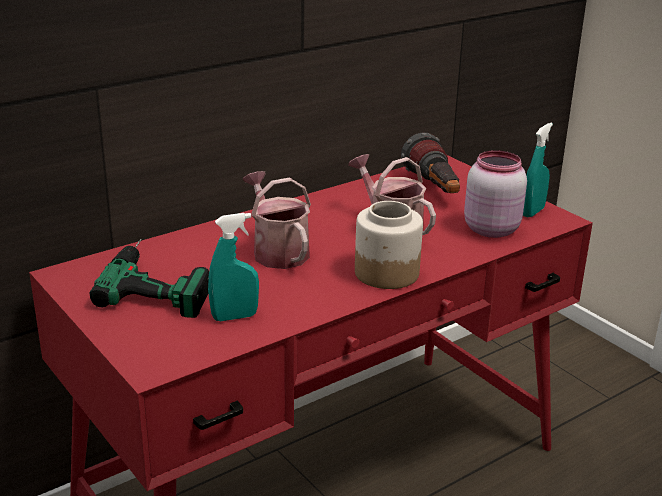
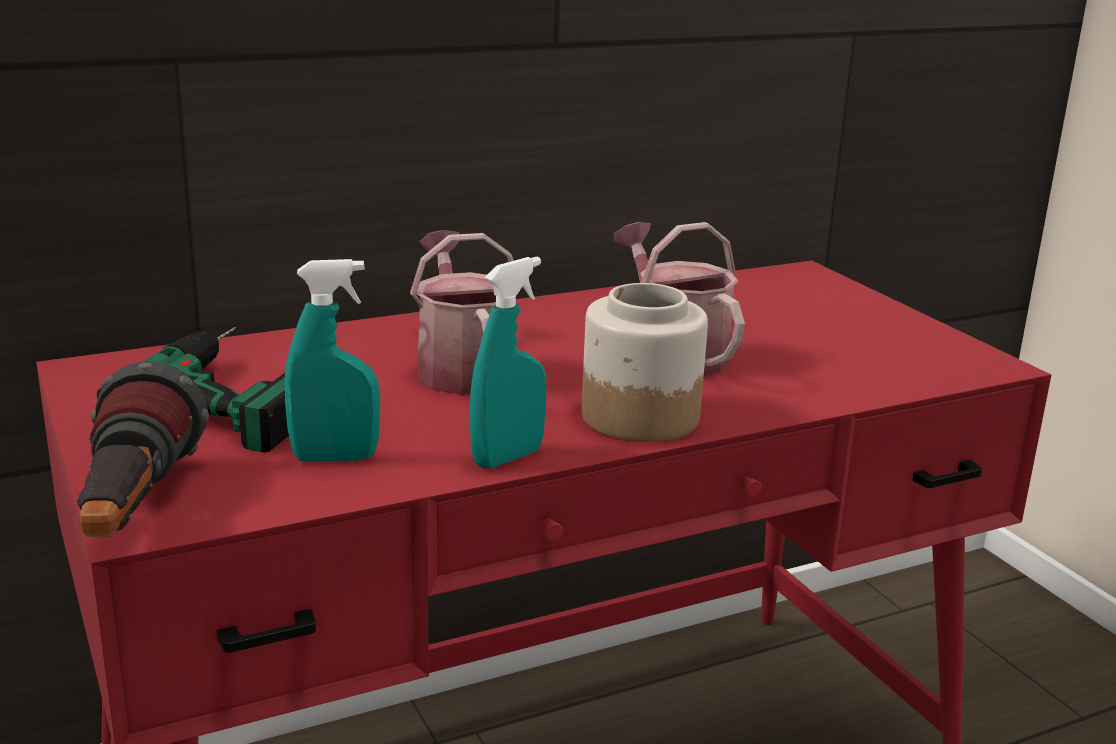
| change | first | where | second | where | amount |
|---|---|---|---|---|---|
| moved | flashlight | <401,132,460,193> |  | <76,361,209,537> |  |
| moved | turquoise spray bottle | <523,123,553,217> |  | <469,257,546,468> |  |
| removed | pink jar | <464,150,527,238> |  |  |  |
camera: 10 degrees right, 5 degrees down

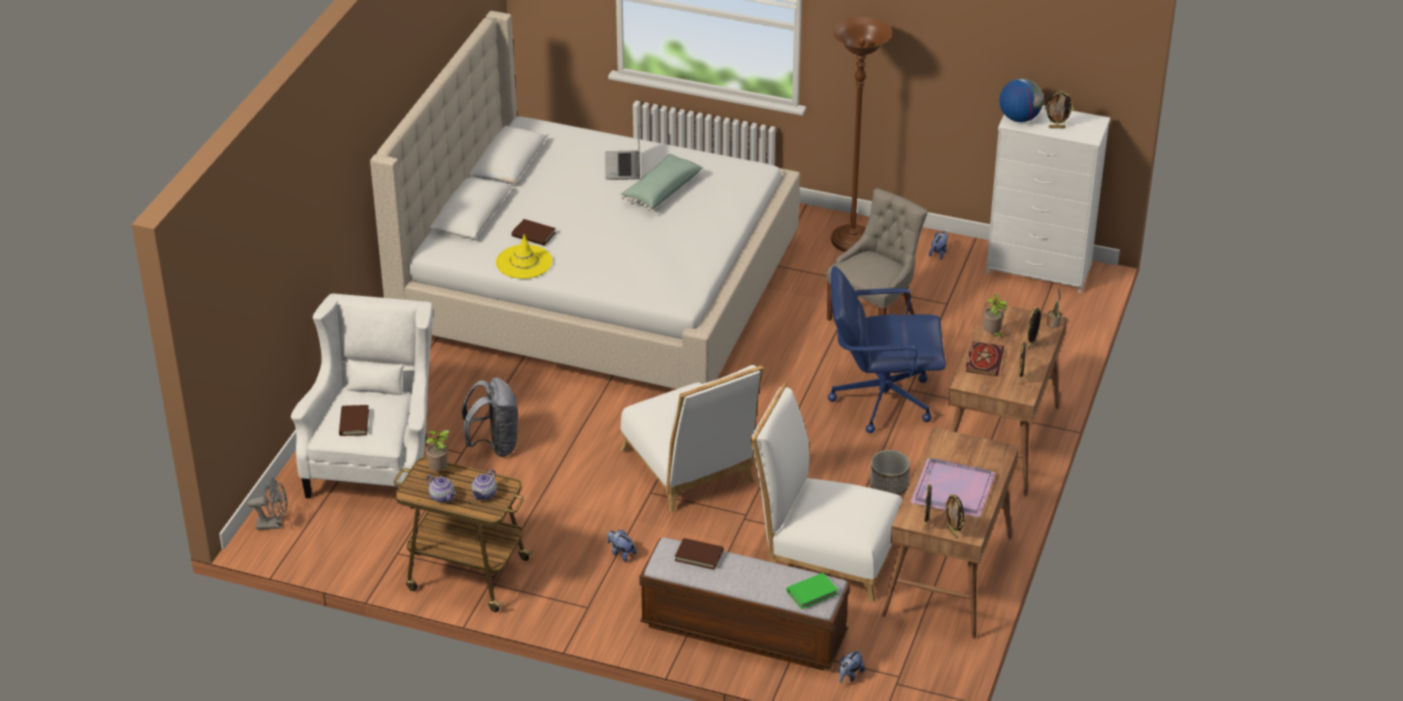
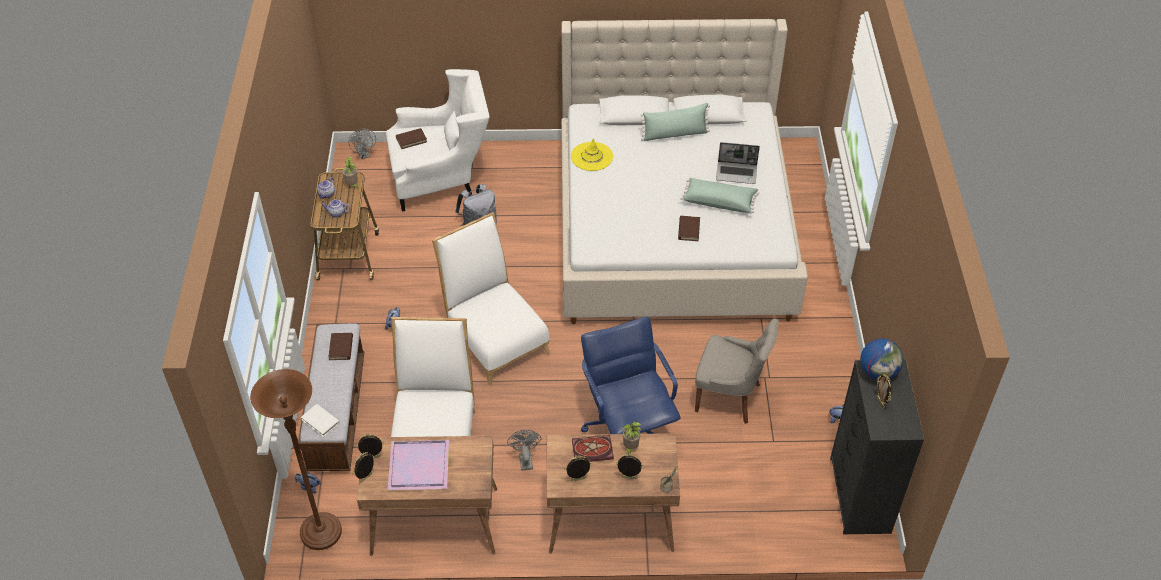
| change | first | where | second | where | amount |
|---|---|---|---|---|---|
| moved | brown floor lamp | <831,17,892,252> |  | <250,369,342,550> |  |
| recoloured | green book | <786,573,838,609> | white book | <301,404,340,437> |  |
| turned | white chair | <620,365,764,513> |  | <432,212,551,386> | 105 degrees clockwise |
| replaced | planter | <870,450,910,495> | grey fan | <507,430,542,471> |  |
| added |  |  | green pillow | <640,103,710,141> |  |
| moved | brown book | <512,219,556,246> |  | <678,216,700,241> |  |
| turned | laptop | <605,124,640,180> |  | <716,142,760,184> | 150 degrees counterclockwise |
| recoloured | white dresser | <986,105,1110,293> | black dresser | <830,360,924,534> |  |
camera: 70 degrees right, 10 degrees up

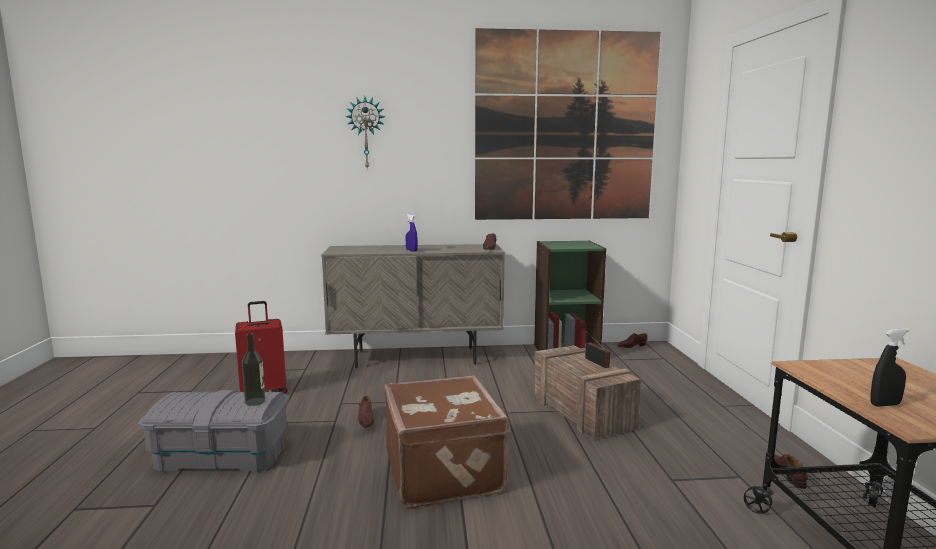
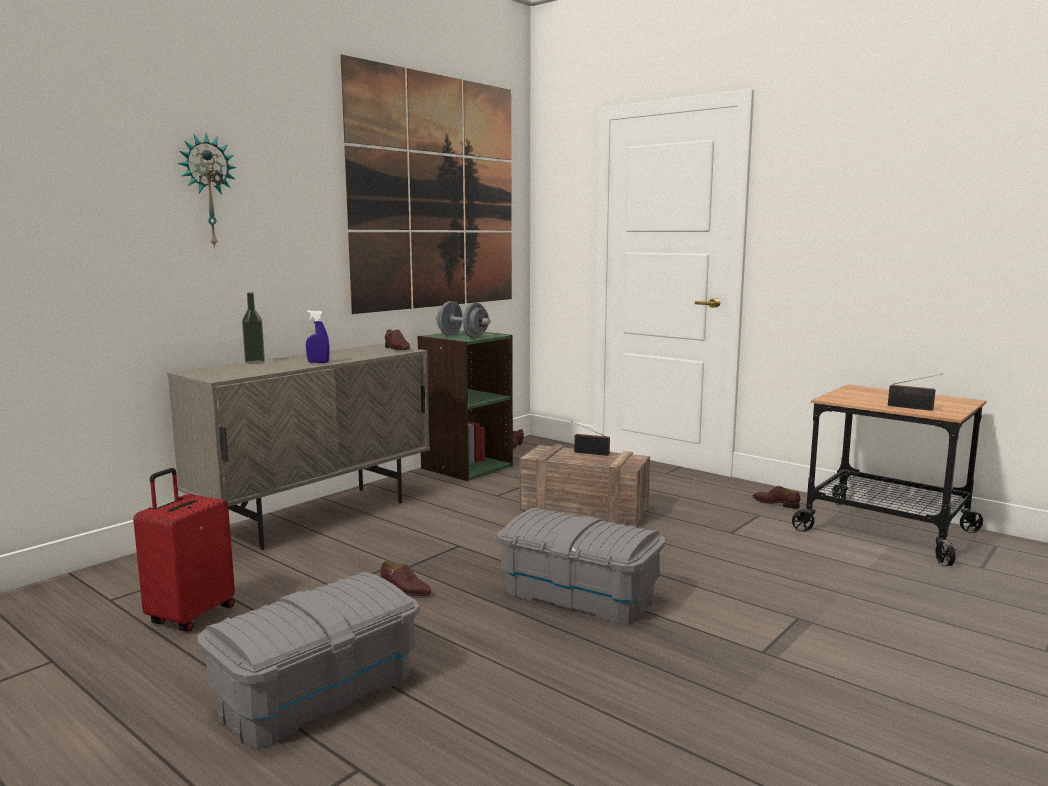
| change | first | where | second | where | amount |
|---|---|---|---|---|---|
| moved | bottle | <242,333,265,406> |  | <242,293,265,364> |  |
| added |  |  | grey dumbbell | <436,301,491,338> |  |
| replaced | brown suitcase | <384,375,509,507> | grey storage box | <496,508,665,624> |  |
| replaced | black spray bottle | <870,328,909,407> | radio | <888,374,942,411> |  |
camera: 45 degrees left, 0 degrees up

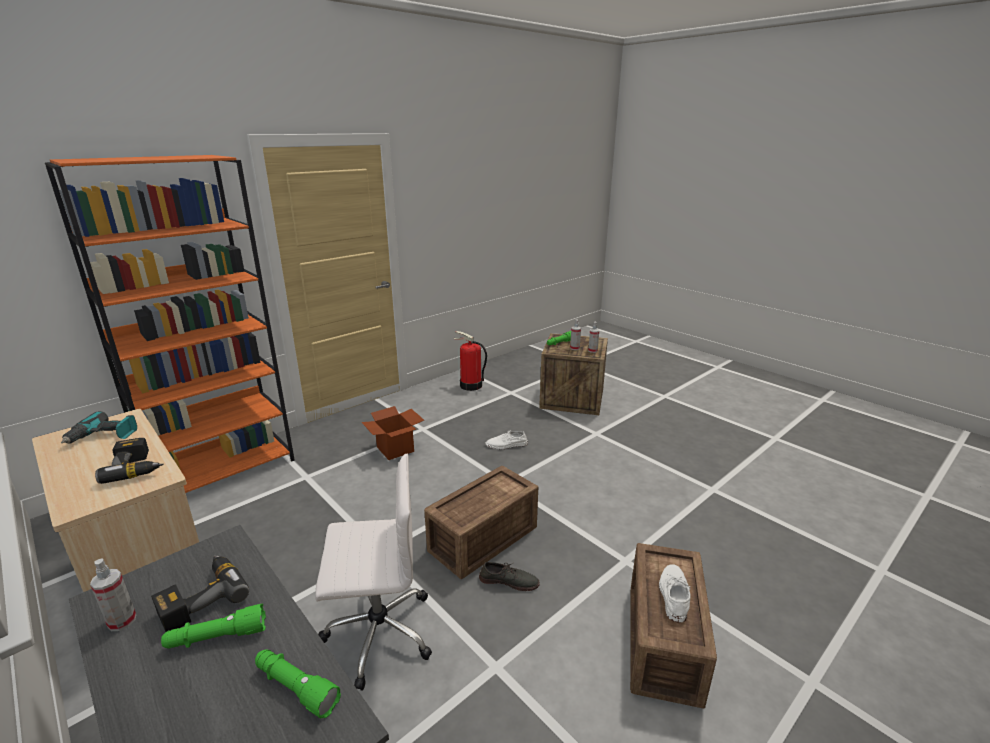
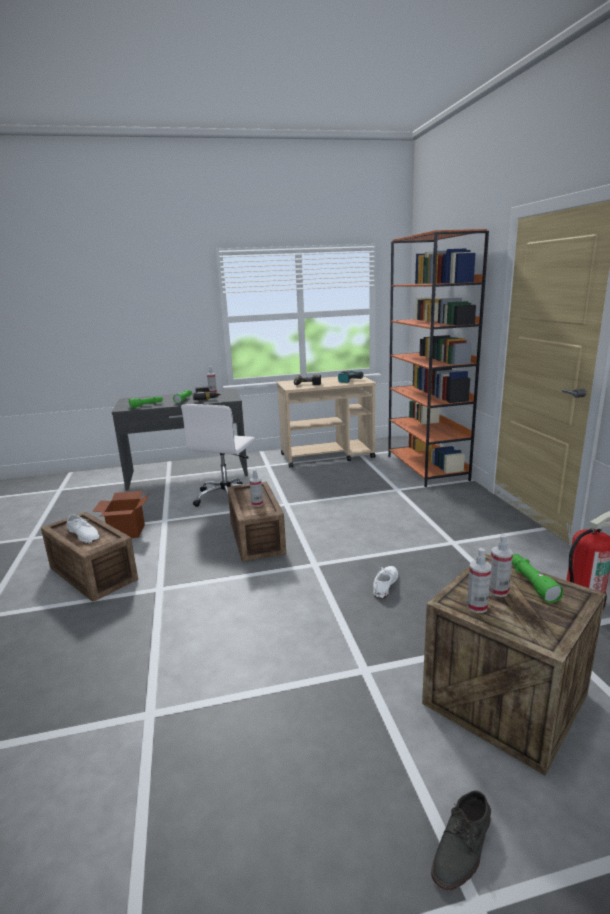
| change | first | where | second | where | amount |
|---|---|---|---|---|---|
| moved | cardboard box | <361,406,424,460> |  | <92,491,149,538> |  |
| added |  |  | spray bottle | <250,469,263,507> |  |
| moved | grey shoe | <479,562,540,591> |  | <431,790,491,890> |  |
camera: 120 degrees right, 5 degrees down

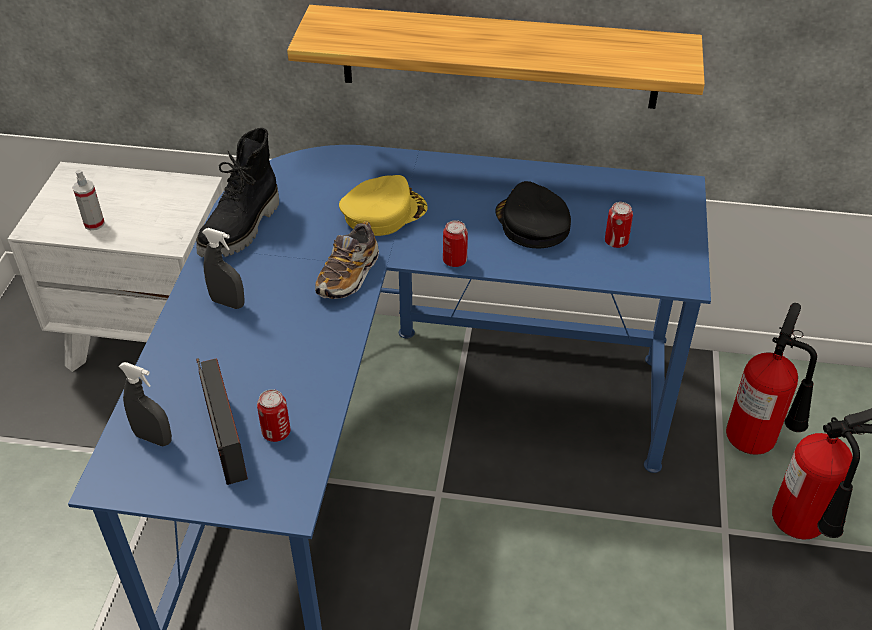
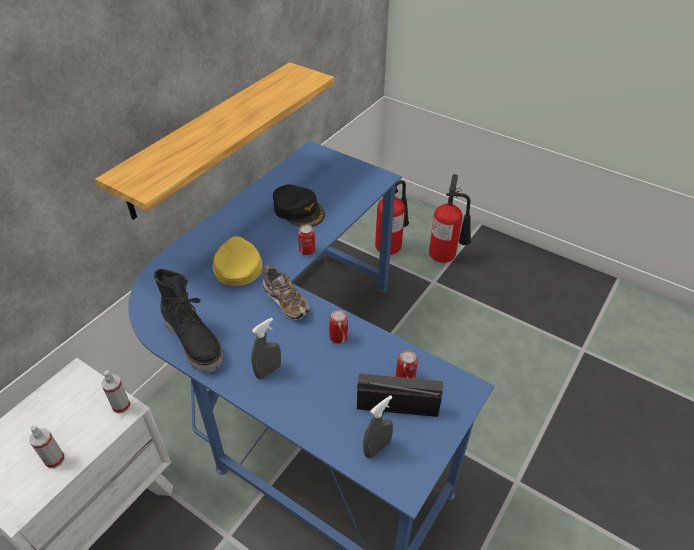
| change | first | where | second | where | amount |
|---|---|---|---|---|---|
| added |  |  | spray bottle | <101,370,131,414> |  |
| turned | black cap | <495,181,571,249> |  | <273,185,325,227> | 135 degrees counterclockwise |
| moved | can | <605,202,633,248> |  | <329,310,348,344> |  |
camera: 65 degrees left, 0 degrees up

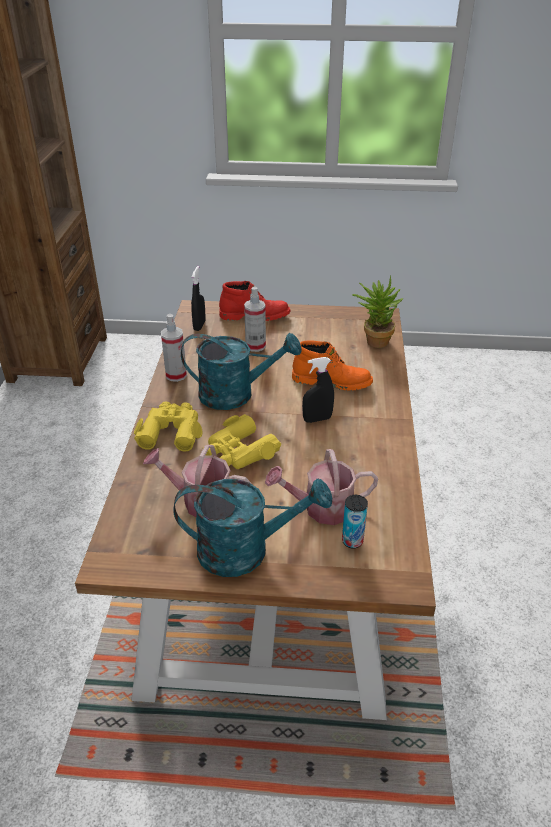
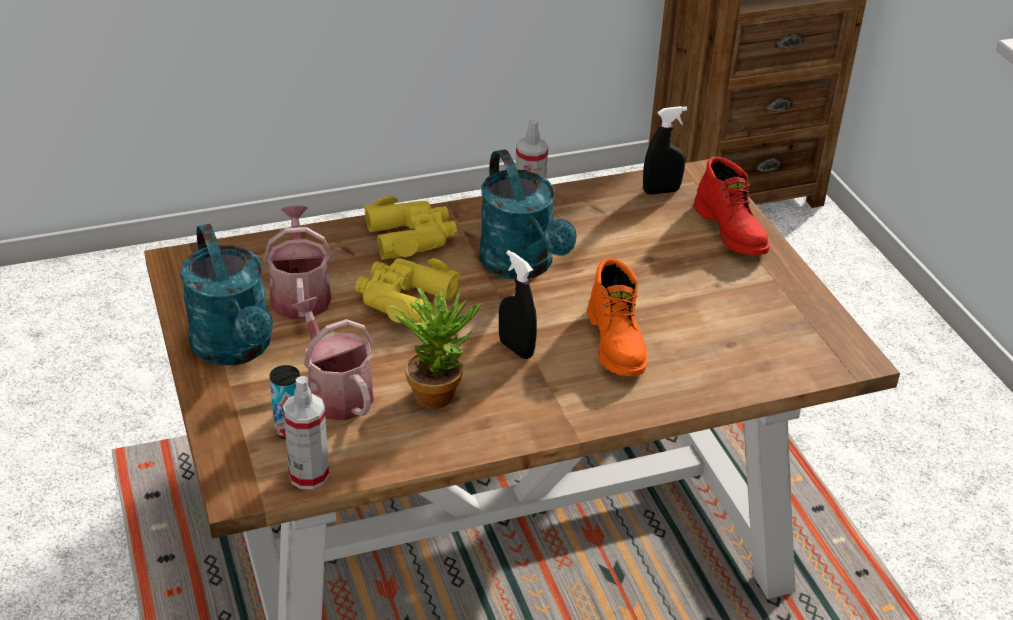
| change | first | where | second | where | amount |
|---|---|---|---|---|---|
| moved | spray bottle | <244,287,266,352> |  | <283,376,329,489> |  |
| moved | potted plant | <352,275,403,348> |  | <389,286,481,409> |  |
camera: 65 degrees right, 0 degrees up

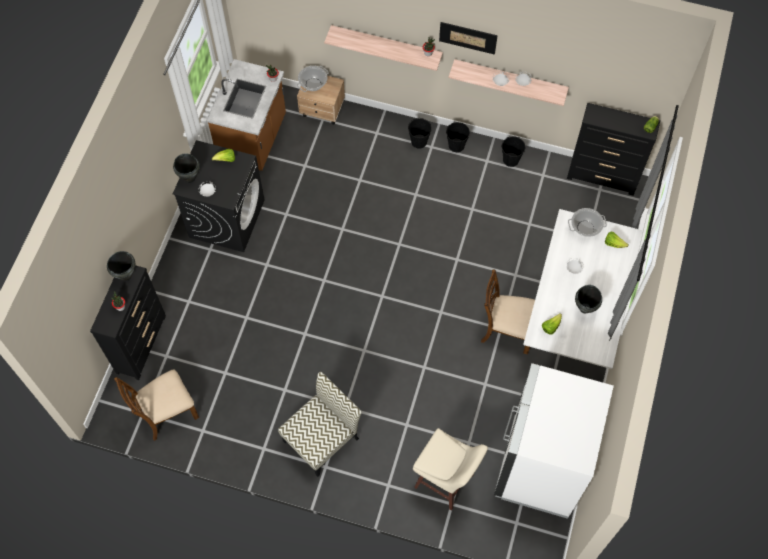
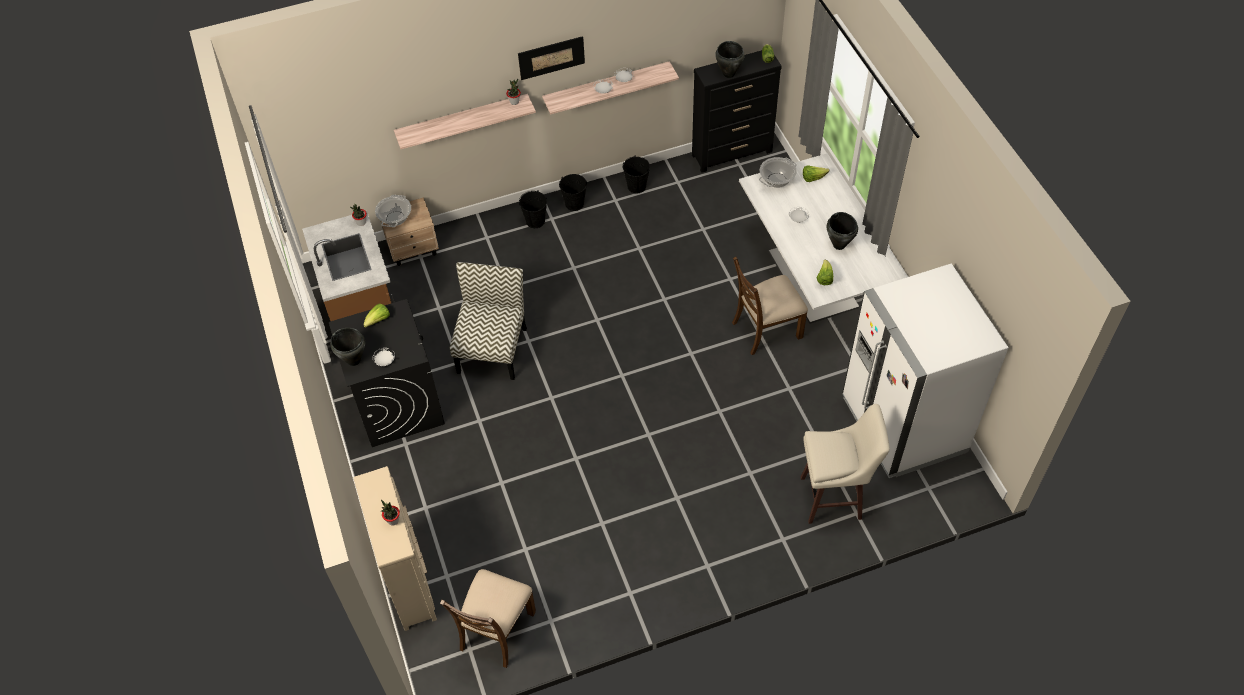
| change | first | where | second | where | amount |
|---|---|---|---|---|---|
| recoloured | black dresser | <90,265,166,380> | beige dresser | <353,466,437,631> |  |
| moved | chair | <278,372,362,477> |  | <450,262,527,380> |  |
| moved | black cooking pot | <107,251,135,281> |  | <715,41,745,78> |  |
camera: 35 degrees left, 10 degrees down

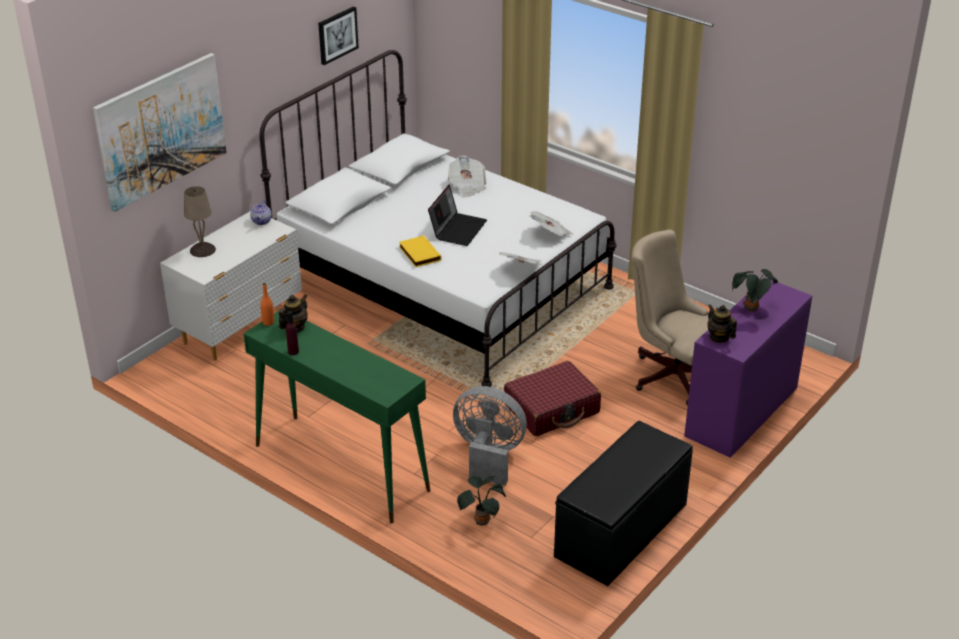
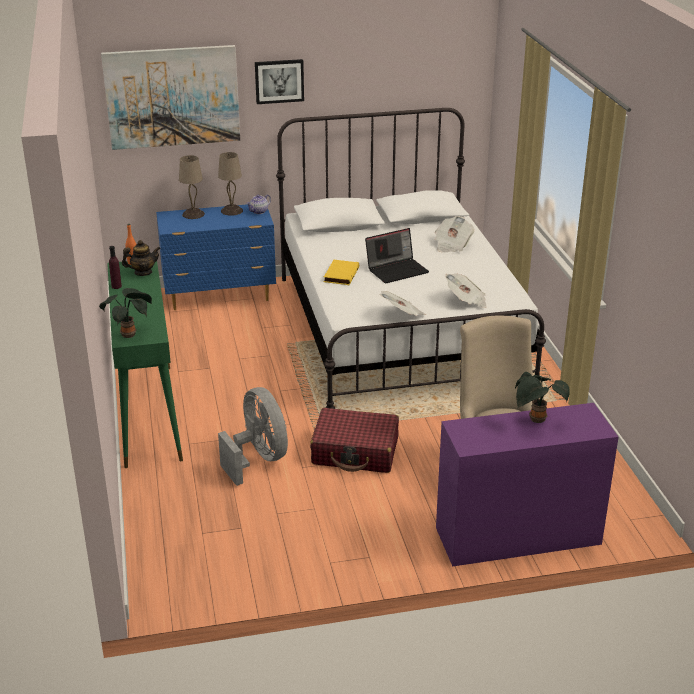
| change | first | where | second | where | amount |
|---|---|---|---|---|---|
| moved | potted plant | <457,476,506,526> |  | <99,288,152,338> |  |
| recoloured | white dresser | <160,211,302,361> | blue dresser | <156,204,276,310> |  |
| added |  |  | beige table lamp | <218,152,243,216> |  |
| moved | picture | <318,6,359,65> |  | <255,59,304,104> |  |
| removed | black bench | <554,421,693,586> |  |  |  |
| removed | teapot | <707,304,737,343> |  |  |  |
camera: 40 degrees right, 5 degrees down

